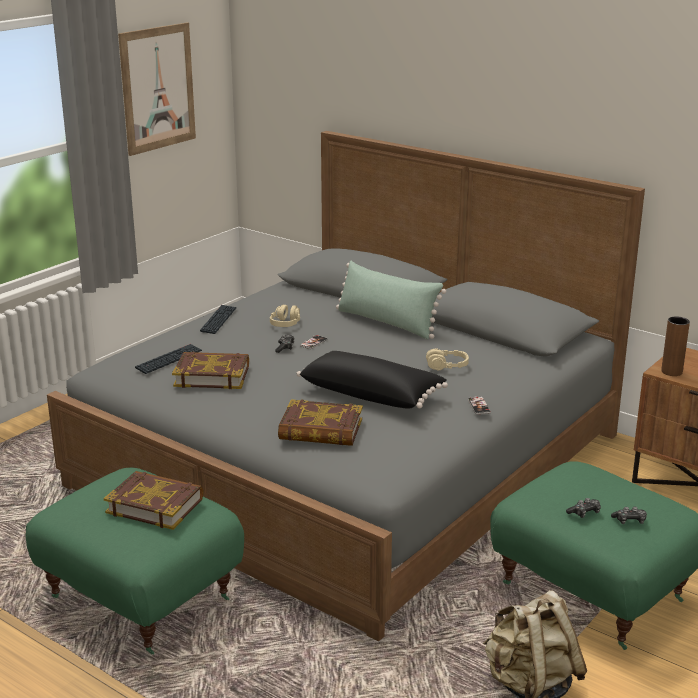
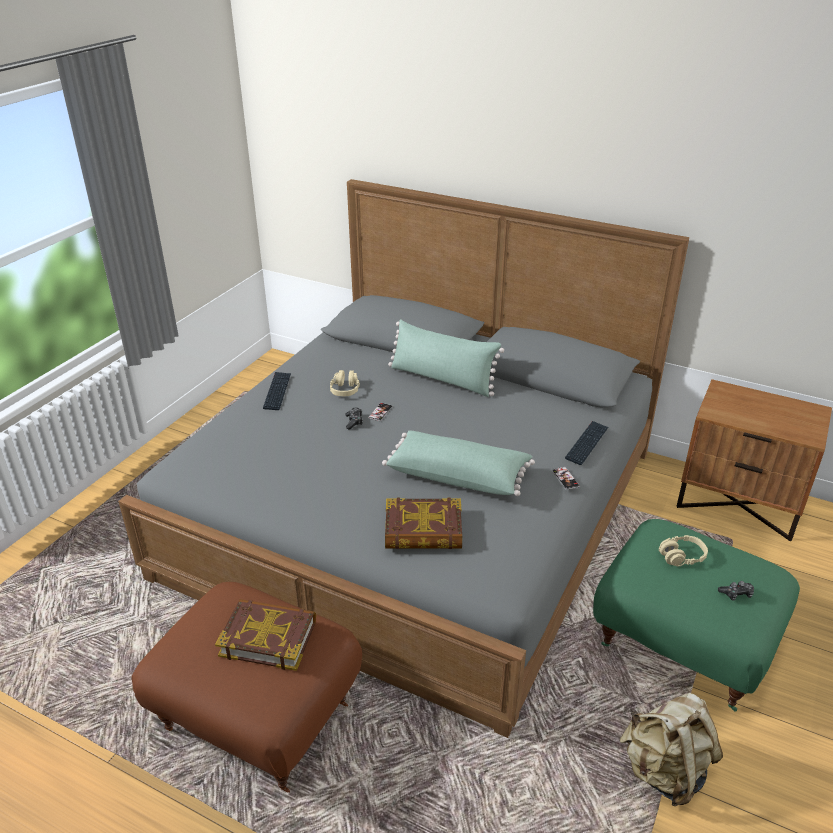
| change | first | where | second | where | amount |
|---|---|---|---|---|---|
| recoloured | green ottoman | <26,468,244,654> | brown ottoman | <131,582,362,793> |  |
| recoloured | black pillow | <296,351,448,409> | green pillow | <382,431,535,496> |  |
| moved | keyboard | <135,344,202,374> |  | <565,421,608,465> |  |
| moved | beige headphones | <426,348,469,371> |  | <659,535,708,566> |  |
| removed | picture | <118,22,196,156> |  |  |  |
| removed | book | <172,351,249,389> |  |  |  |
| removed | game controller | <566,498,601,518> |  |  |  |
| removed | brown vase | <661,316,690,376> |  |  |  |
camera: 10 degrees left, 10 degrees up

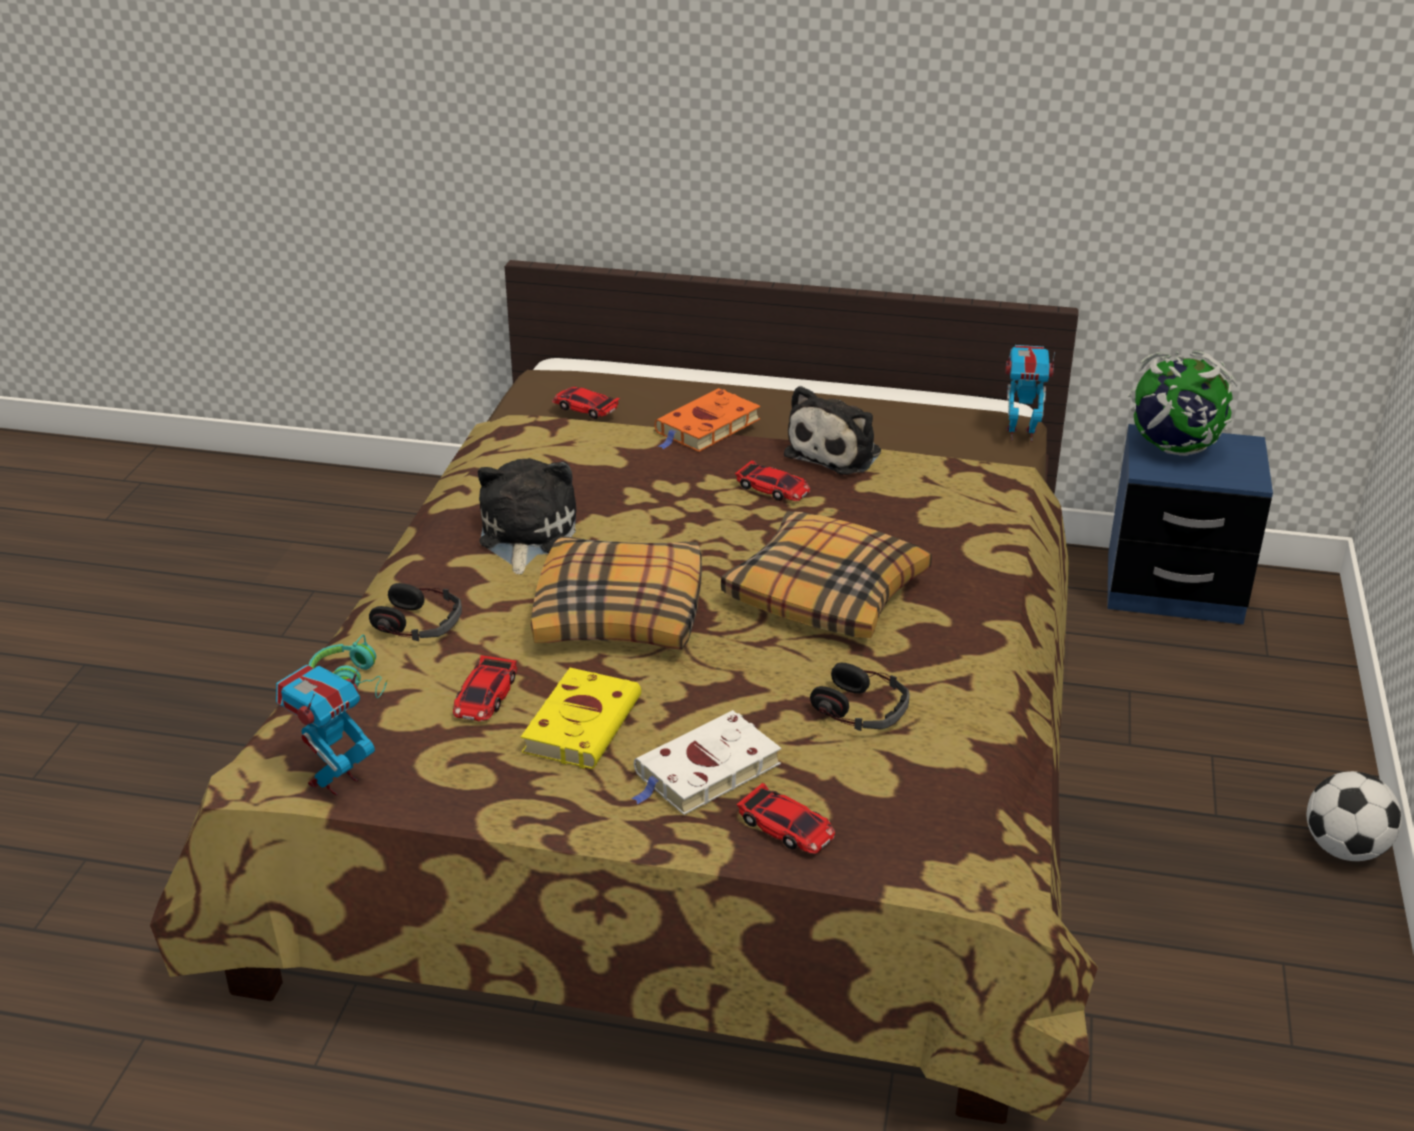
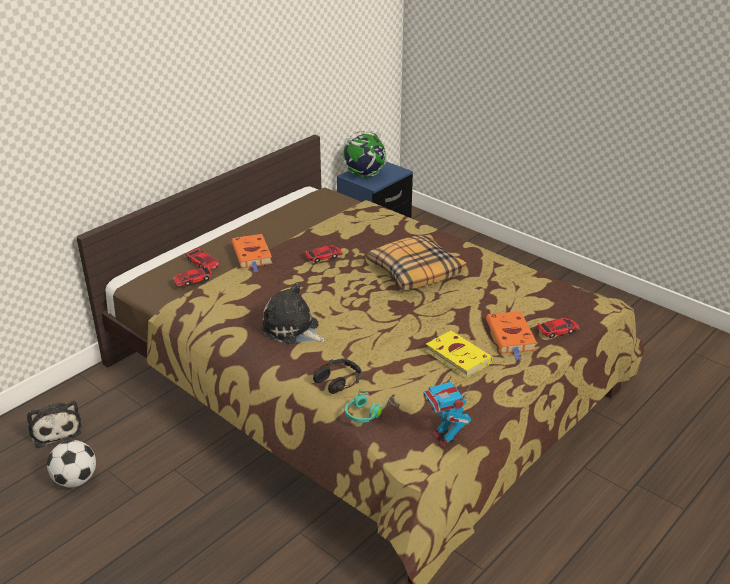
| change | first | where | second | where | amount |
|---|---|---|---|---|---|
| moved | plush toy | <784,386,881,475> |  | <27,401,83,448> |  |
| moved | football | <1306,771,1402,861> |  | <47,440,96,488> |  |
| moved | toy car | <453,655,517,721> |  | <186,248,219,270> |  |
| recoloured | white book | <631,710,781,815> | orange book | <486,311,537,360> |  |
| removed | pillow | <531,536,702,650> |  |  |  |
| removed | headphones | <810,663,910,731> |  |  |  |
| removed | toy robot | <1005,345,1055,442> |  |  |  |
camera: 60 degrees left, 0 degrees up

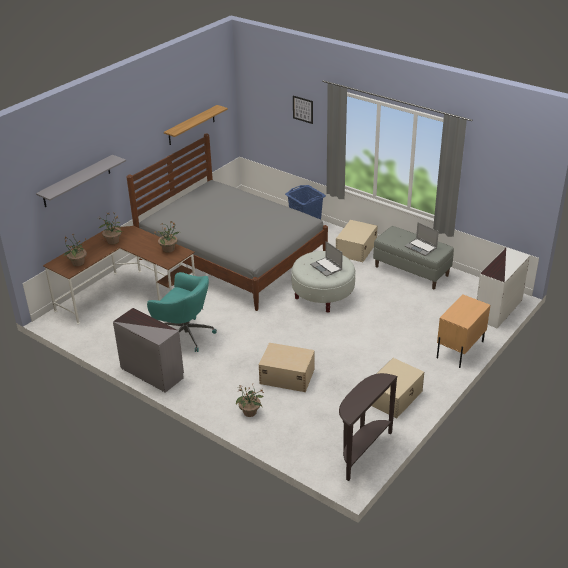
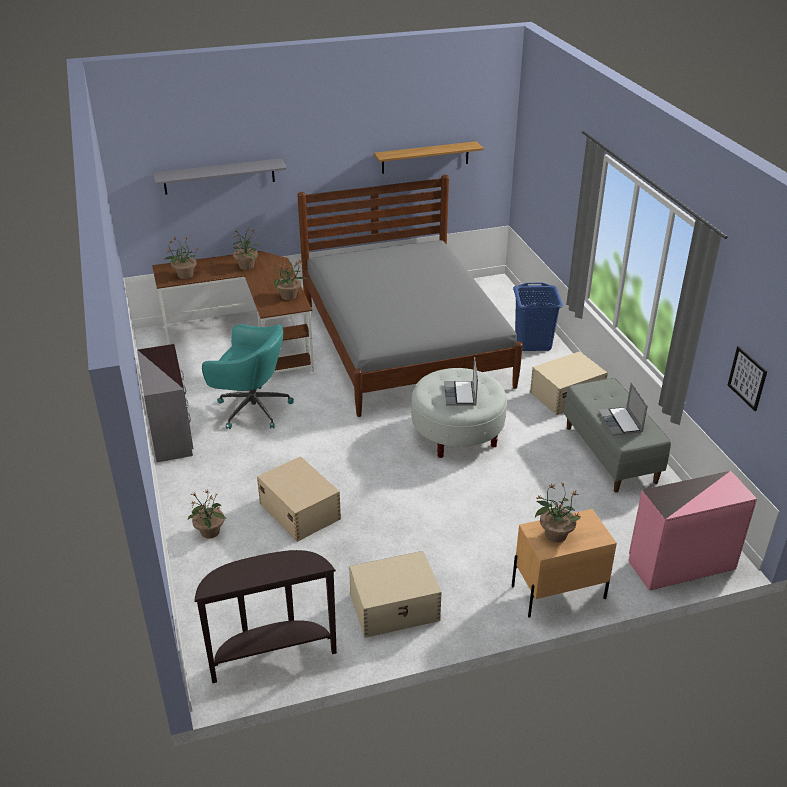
| change | first | where | second | where | amount |
|---|---|---|---|---|---|
| turned | turquoise office chair | <147,272,217,352> |  | <202,324,294,429> | 45 degrees counterclockwise |
| added |  |  | potted plant | <535,482,580,542> |  |
| recoloured | white dresser | <477,247,530,328> | pink dresser | <628,471,757,591> |  |
| moved | picture | <293,96,313,124> |  | <728,346,767,411> |  |
camera: 35 degrees right, 0 degrees up

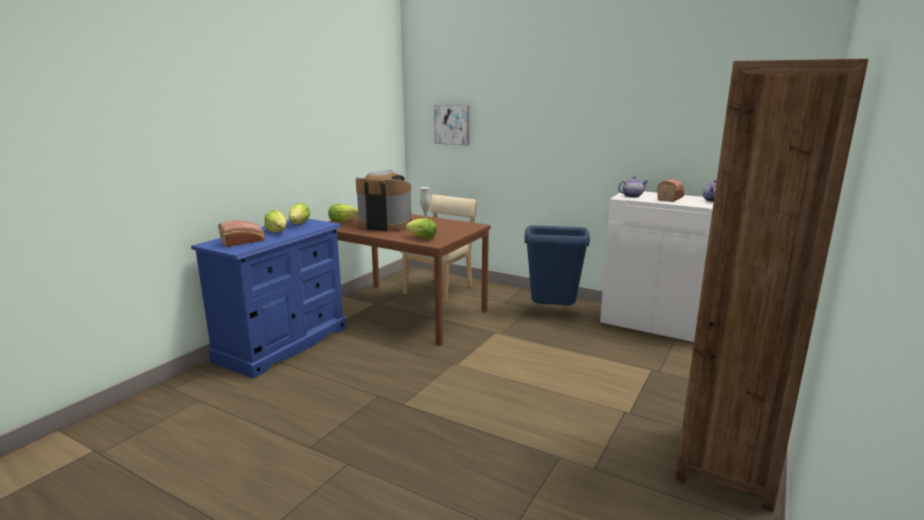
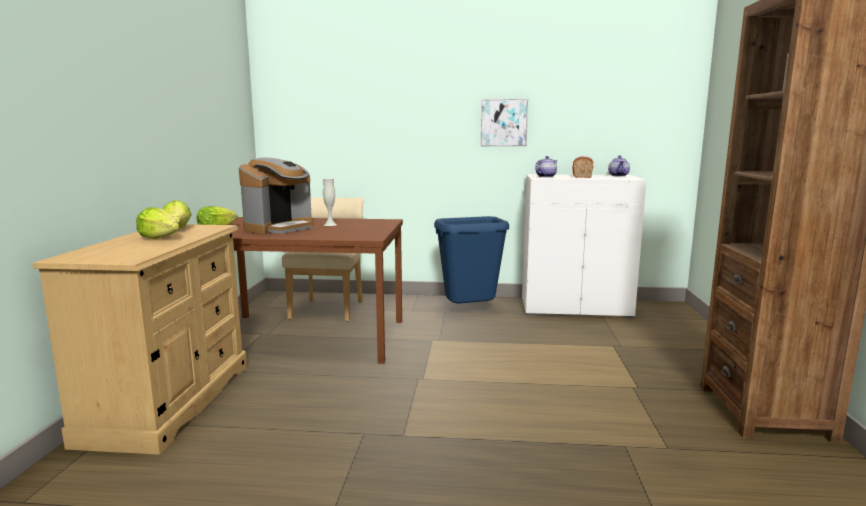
| change | first | where | second | where | amount |
|---|---|---|---|---|---|
| recoloured | blue dresser | <191,219,347,379> | beige dresser | <33,224,247,455> |  |
| turned | coffee machine | <356,170,412,231> |  | <239,157,313,234> | 135 degrees clockwise |
| moved | picture | <434,105,469,146> |  | <481,99,528,146> |  |
| removed | bread | <218,221,265,247> |  |  |  |
| removed | lettuce | <406,218,437,239> |  |  |  |
camera: 25 degrees left, 5 degrees down

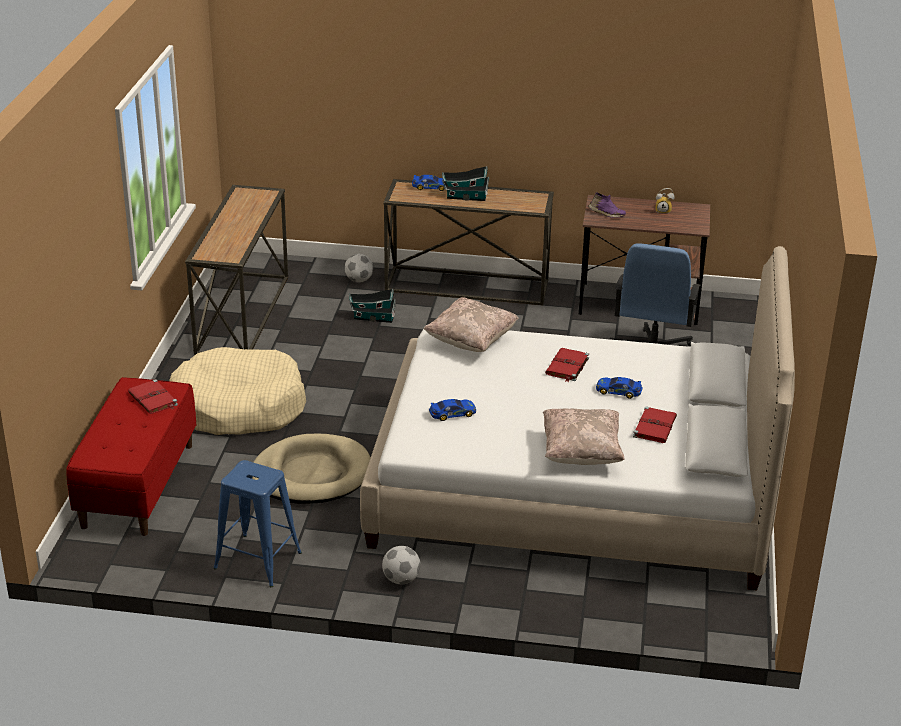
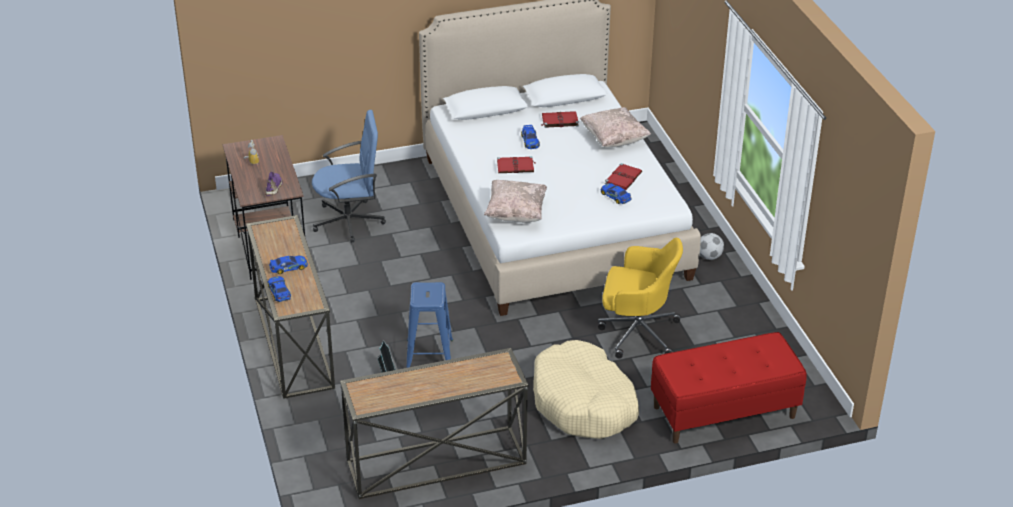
| change | first | where | second | where | amount |
|---|---|---|---|---|---|
| replaced | toy house | <442,166,489,201> | toy car | <269,256,308,274> |  |
| moved | blue stool | <213,460,302,587> |  | <406,282,453,368> |  |
| replaced | beige dog bed | <252,434,371,504> | yellow office chair | <598,238,683,359> |  |
| moved | red book | <128,379,178,414> |  | <605,163,642,190> |  |
| removed | football | <344,254,373,282> |  |  |  |
camera: 115 degrees left, 5 degrees up

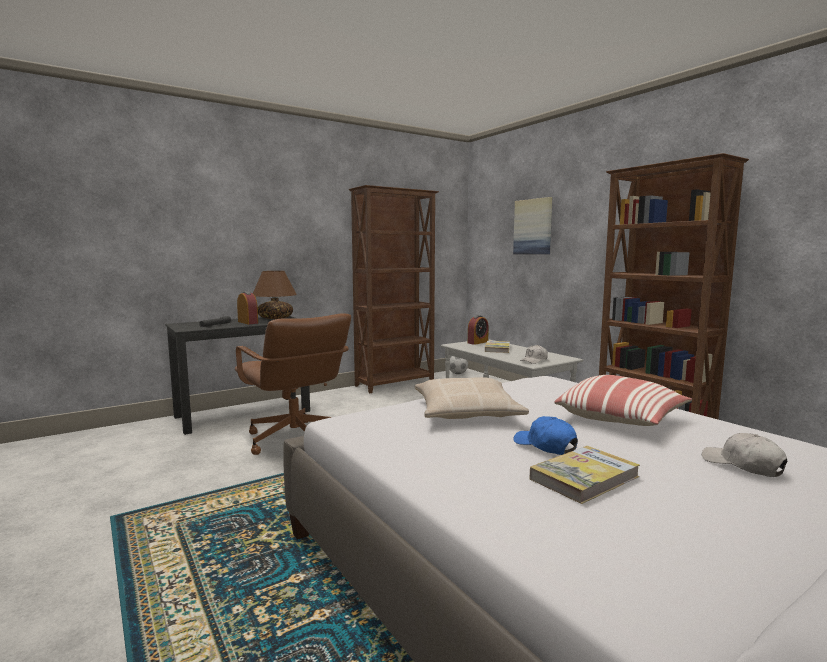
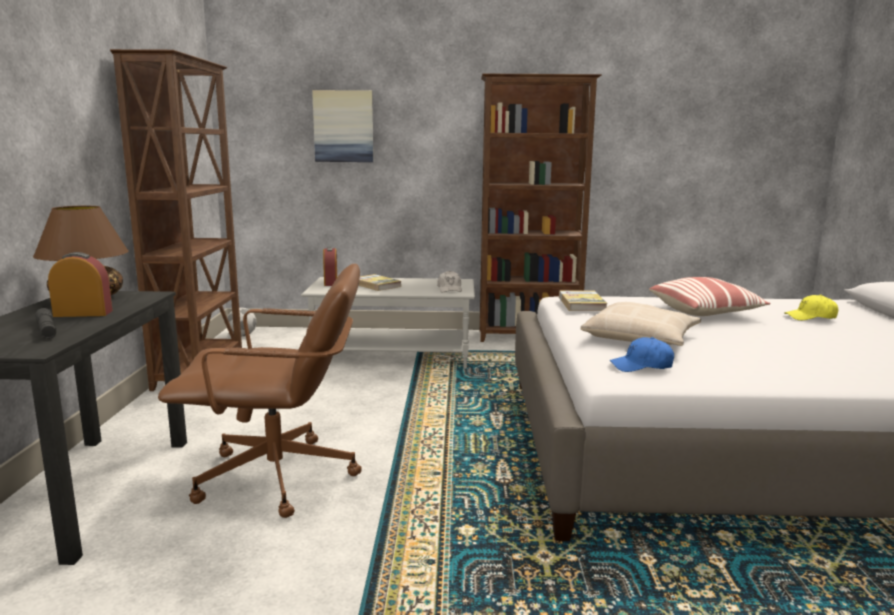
| change | first | where | second | where | amount |
|---|---|---|---|---|---|
| moved | book | <530,446,640,504> |  | <559,290,608,311> |  |
| moved | blue cap | <513,416,578,455> |  | <610,337,674,372> |  |
| recoloured | white cap | <702,433,787,477> | yellow cap | <784,294,838,320> |  |
camera: 55 degrees left, 5 degrees up

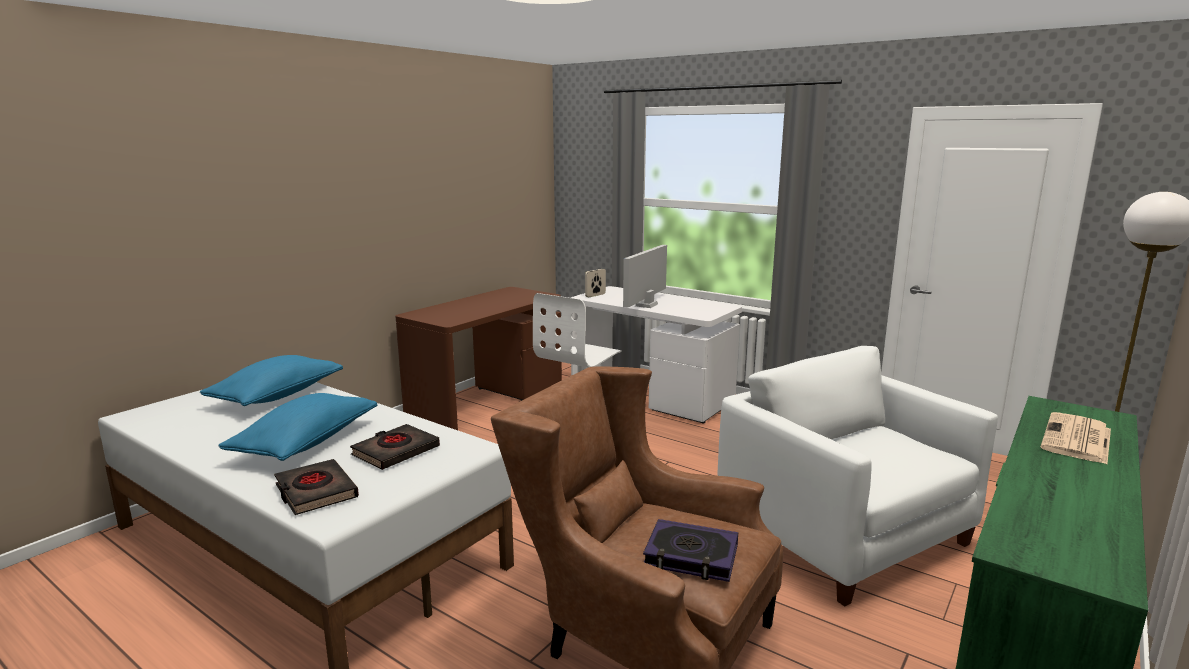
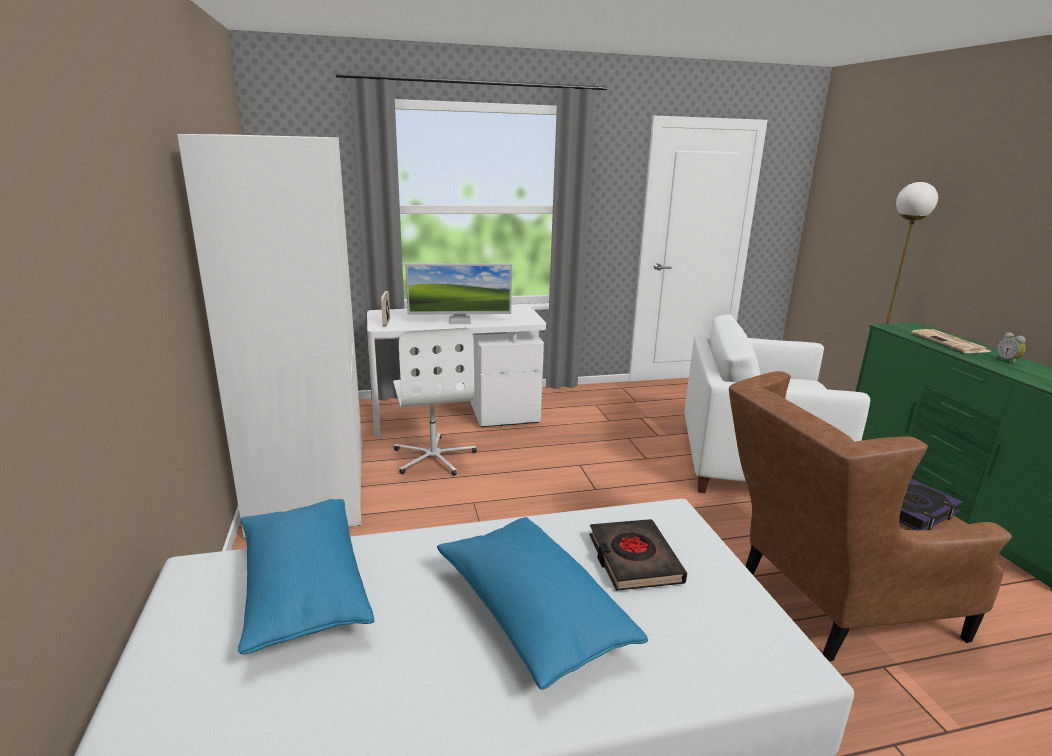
| change | first | where | second | where | amount |
|---|---|---|---|---|---|
| replaced | brown desk | <395,287,562,430> | white wardrobe | <177,134,362,539> |  |
| turned | monitor | <623,245,667,308> |  | <405,263,512,324> | 75 degrees counterclockwise |
| added |  |  | alarm clock | <996,332,1026,364> |  |
| removed | black book | <274,459,359,515> |  |  |  |
camera: 50 degrees left, 5 degrees up

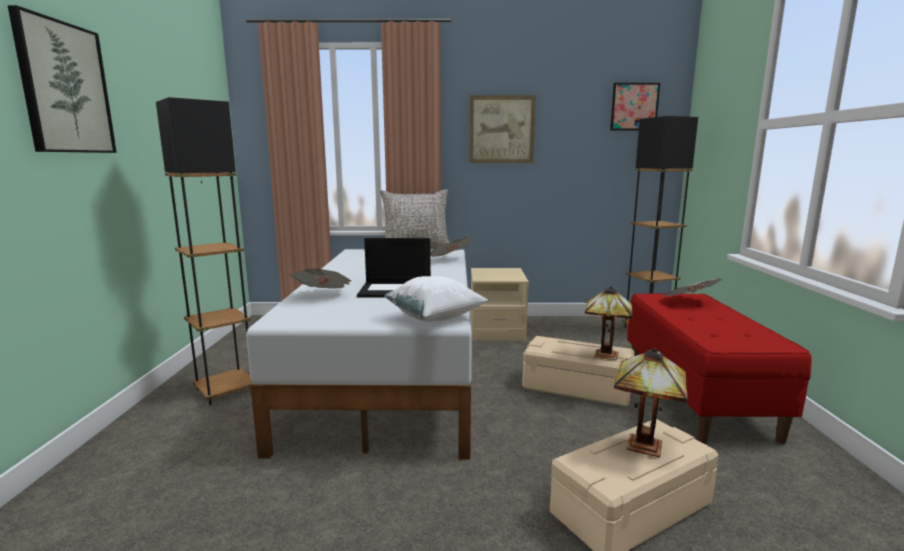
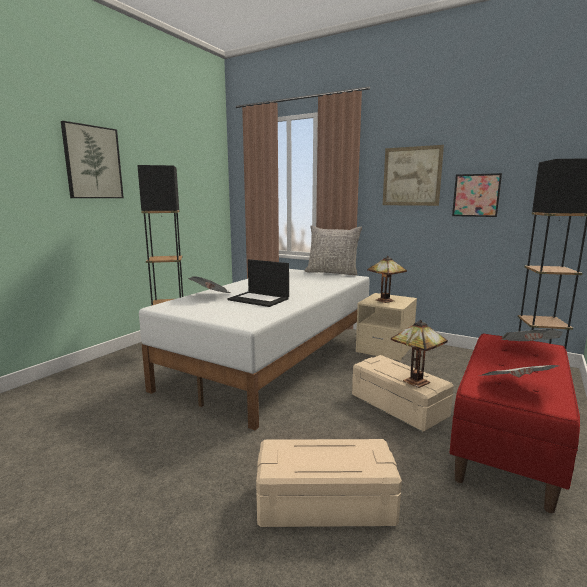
| change | first | where | second | where | amount |
|---|---|---|---|---|---|
| moved | table lamp | <614,348,688,457> |  | <367,256,407,303> |  |
| moved | picture | <610,83,660,130> |  | <452,173,502,217> |  |
| moved | newspaper | <430,237,472,257> |  | <479,365,559,378> |  |
| removed | white pillow | <384,276,489,322> |  |  |  |
camera: 30 degrees right, 0 degrees up

